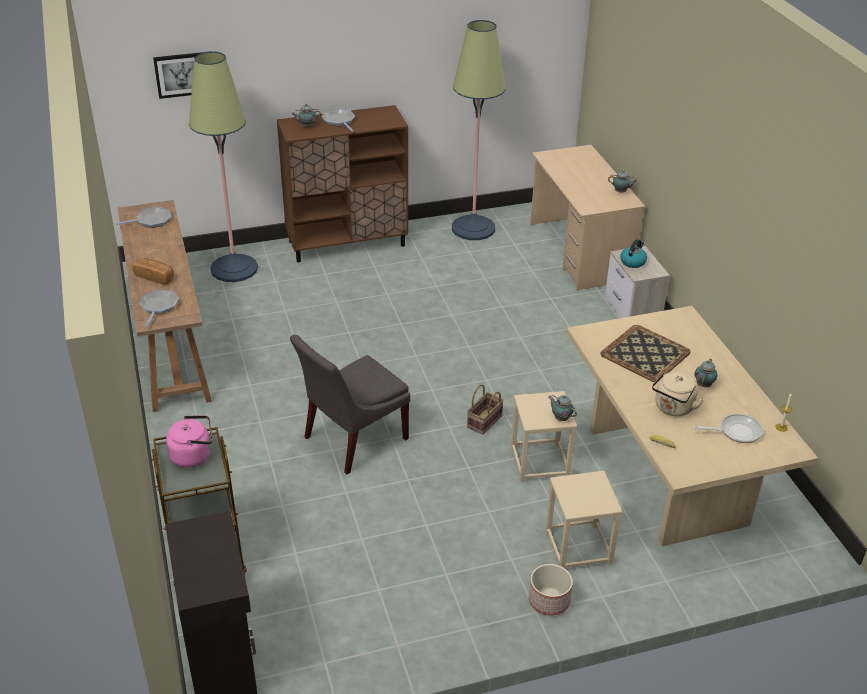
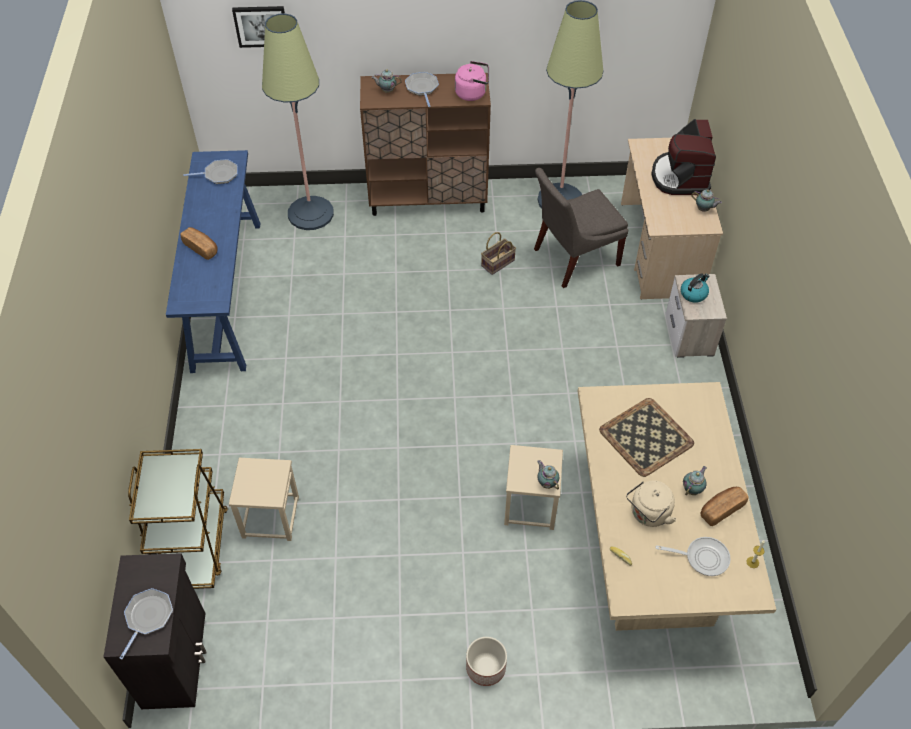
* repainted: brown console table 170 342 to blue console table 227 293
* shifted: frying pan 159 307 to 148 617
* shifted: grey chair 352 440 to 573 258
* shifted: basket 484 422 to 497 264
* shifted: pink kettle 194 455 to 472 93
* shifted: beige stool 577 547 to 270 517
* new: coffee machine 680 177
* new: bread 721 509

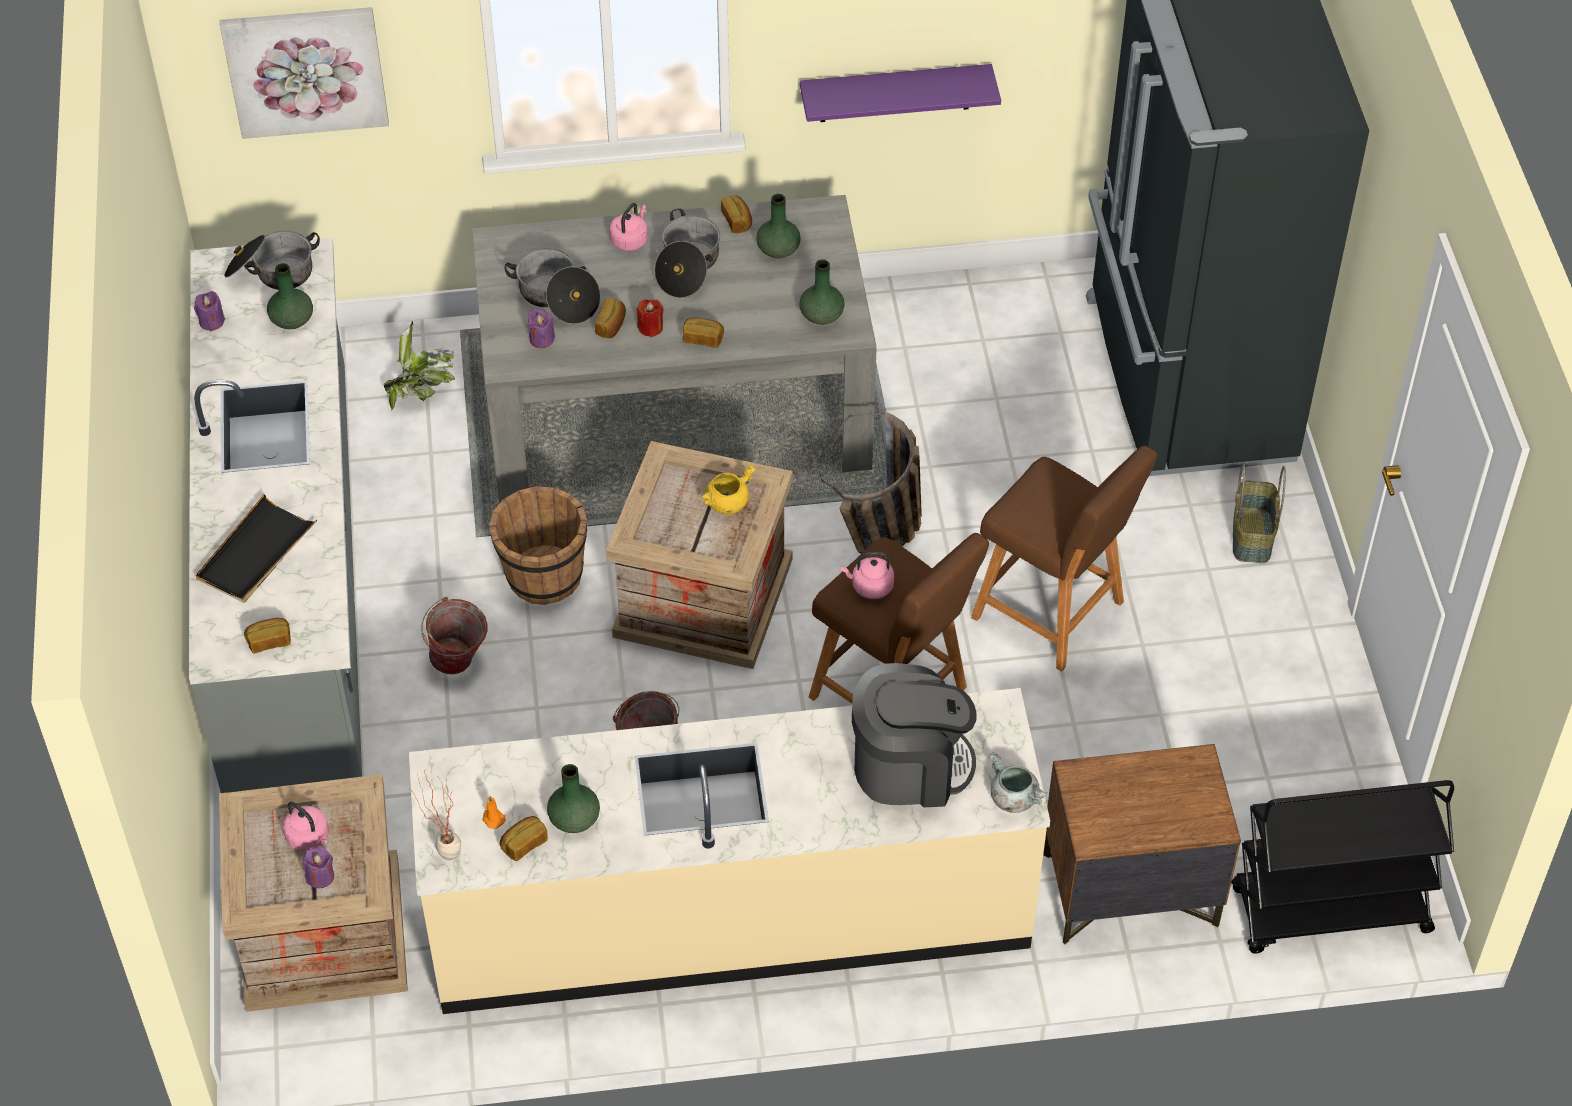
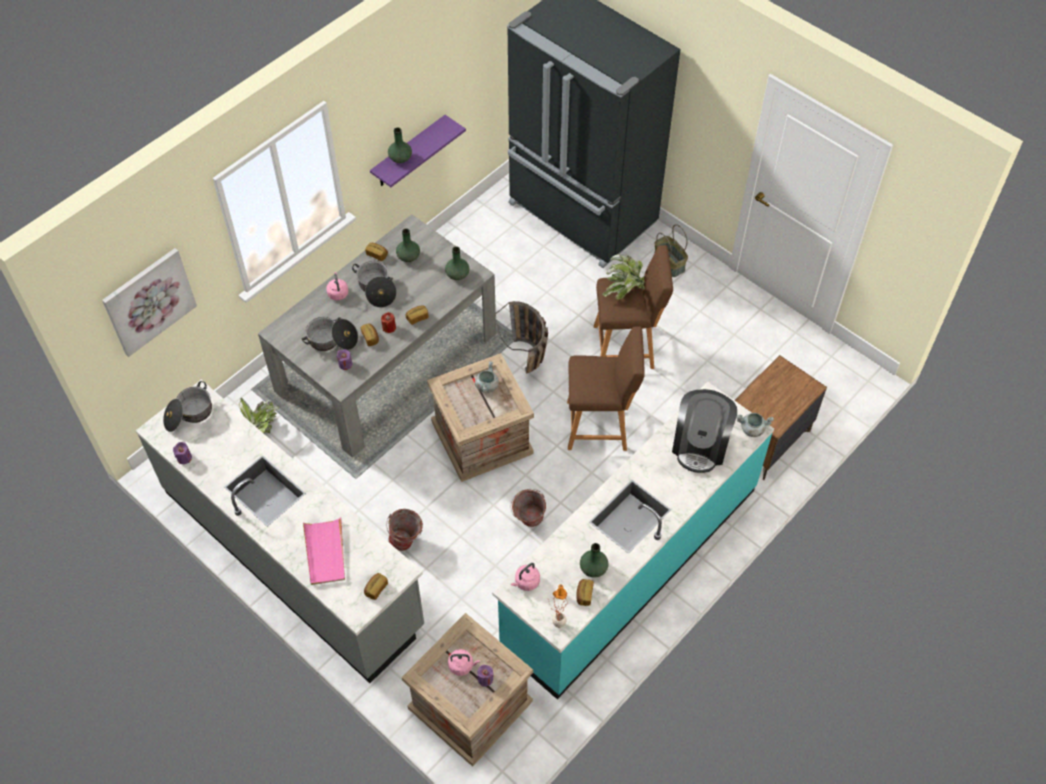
* shifted: green vase 292 320 to 400 158
* repainted: yellow cooking pot 727 503 to grey cooking pot 486 386
* gone: brown bucket 543 577
* repainted: black tray 256 553 to pink tray 325 552
* shifted: pink kettle 870 587 to 526 582
* rotated: coffee machine 909 766 = 700 445 150 degrees clockwise
* repainted: beige counter 730 916 to turquoise counter 630 566
* gone: black cart 1329 912
* new: potted plant 624 290

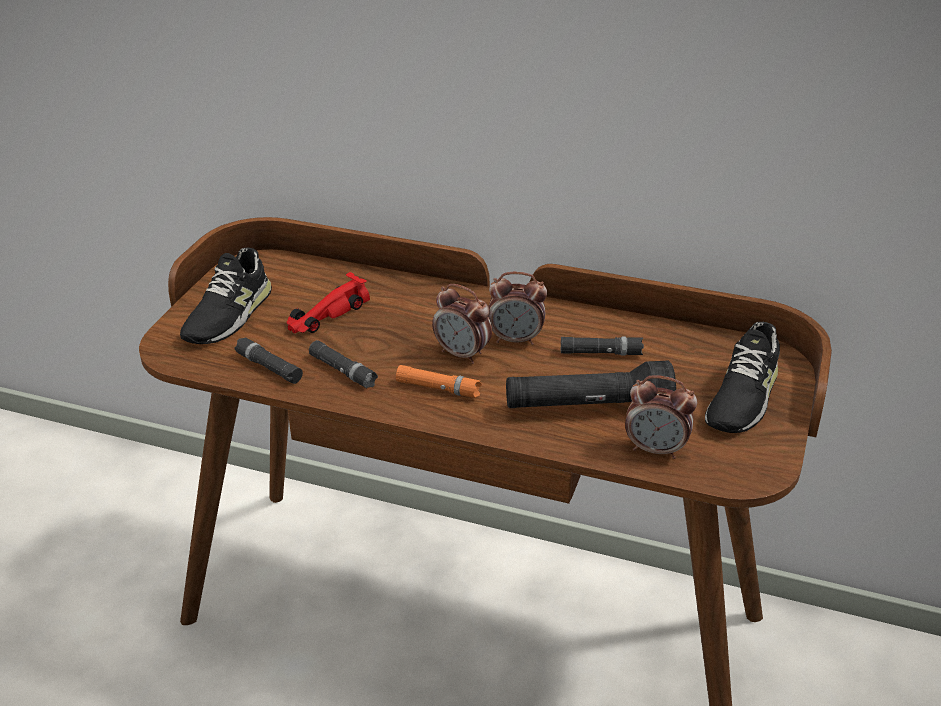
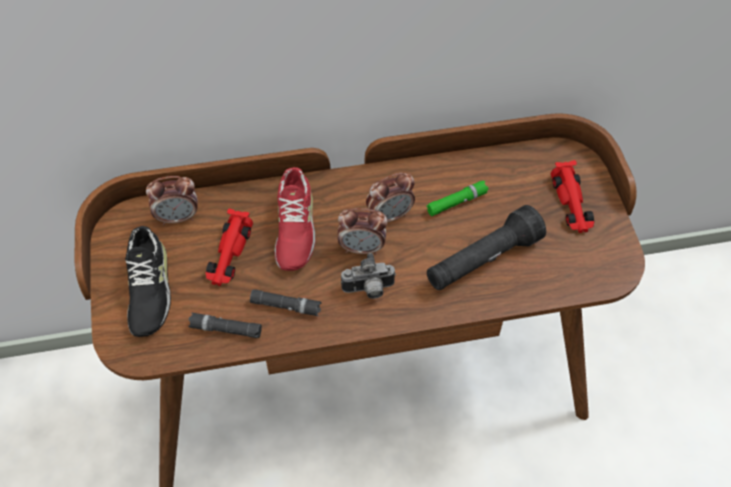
* swapped: black shoe 741 397 to red toy car 571 203
* repainted: black flashlight 601 352 to green flashlight 456 202
* swapped: orange flashlight 438 388 to photo camera 369 290
* shifted: alarm clock 656 449 to 178 217
* new: red shoe 294 228

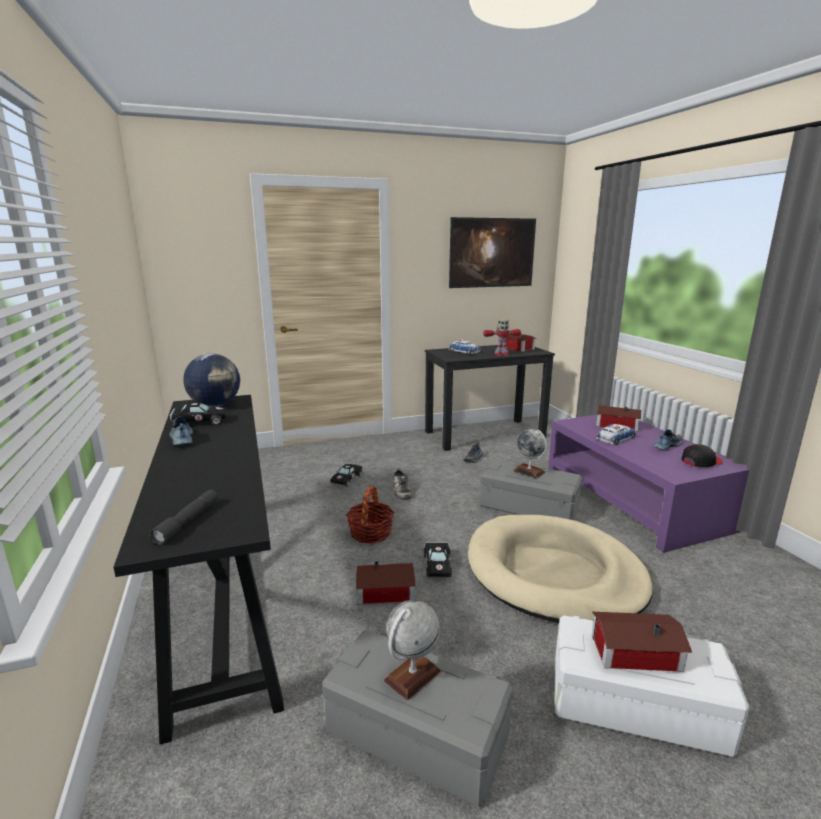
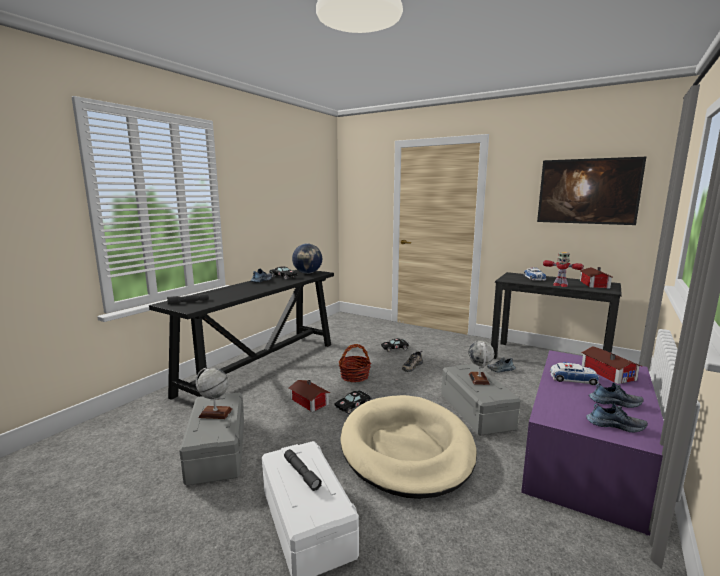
* swapped: black cap 701 462 to shoe 614 425
* swapped: toy house 632 651 to grey flashlight 301 473

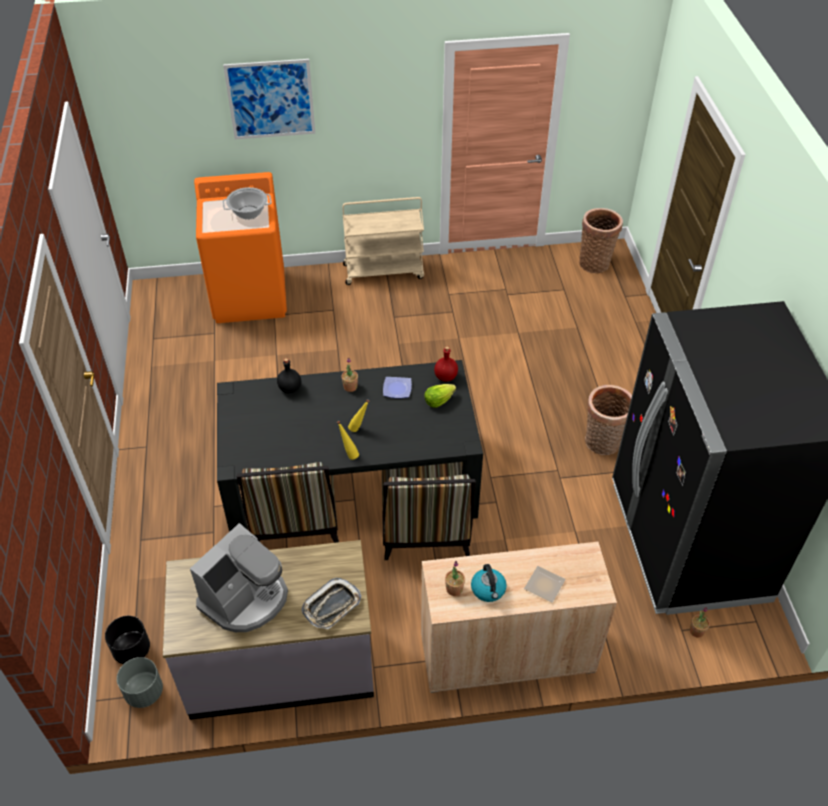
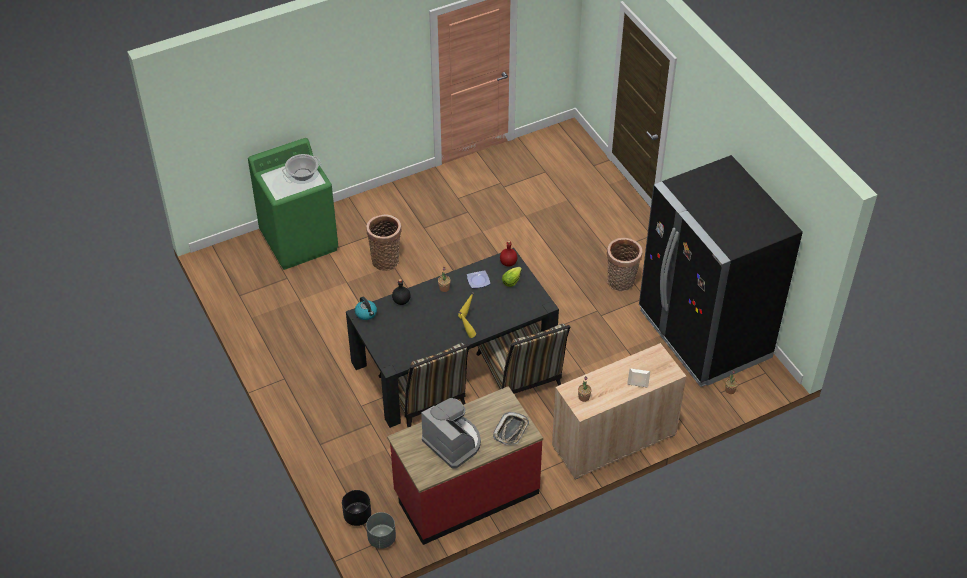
* gone: picture 270 99
* repainted: orange washing machine 250 296 to green washing machine 299 240
* gone: beige cart 384 271
* shifted: basket 595 262 to 386 259
* rotated: coffee machine 245 598 = 453 442 60 degrees counterclockwise
* repainted: grey counter 280 664 to red counter 466 493
* shifted: kettle 488 590 to 366 313

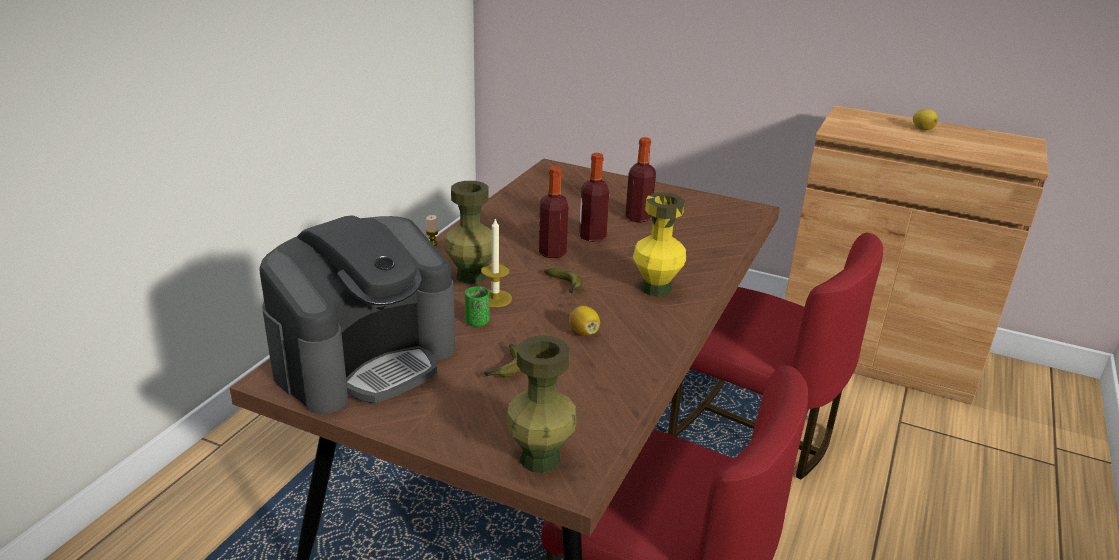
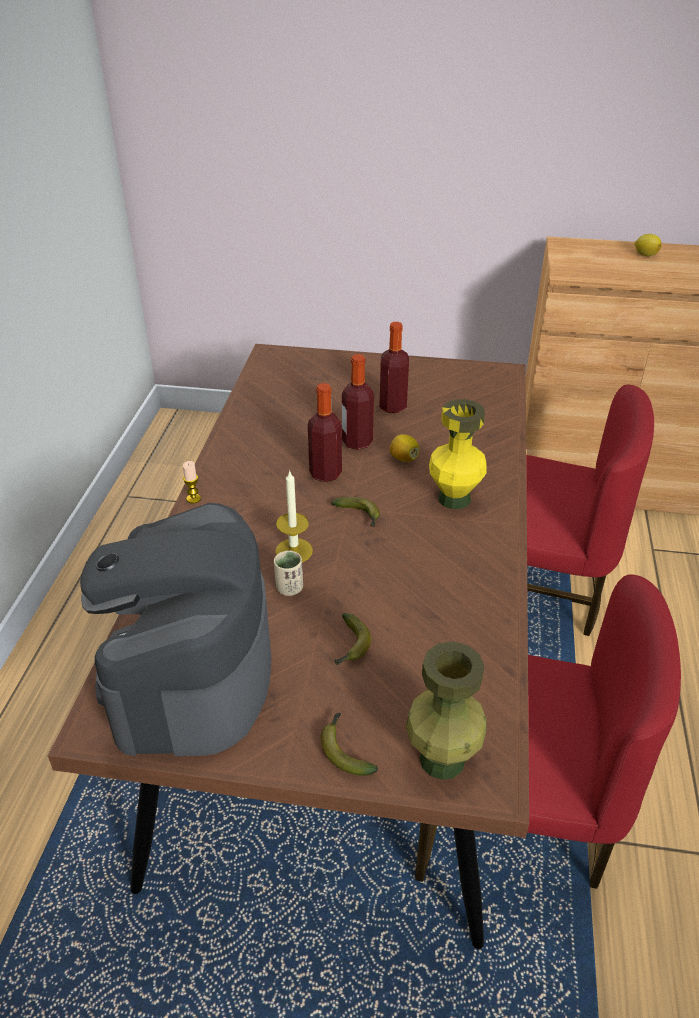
* gone: green vase 471 276
* rotated: coffee machine 365 359 = 190 672 150 degrees clockwise
* repainted: green cup 477 322 to beige cup 289 588
* shifted: lemon 584 332 to 403 458
* new: banana 344 749

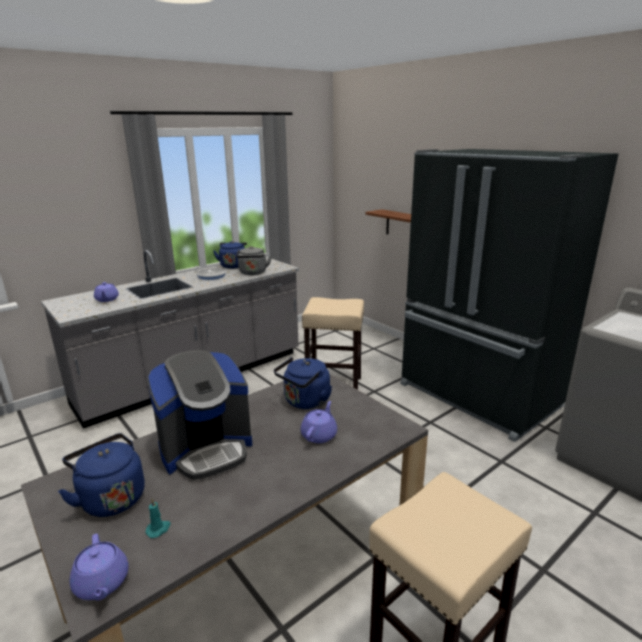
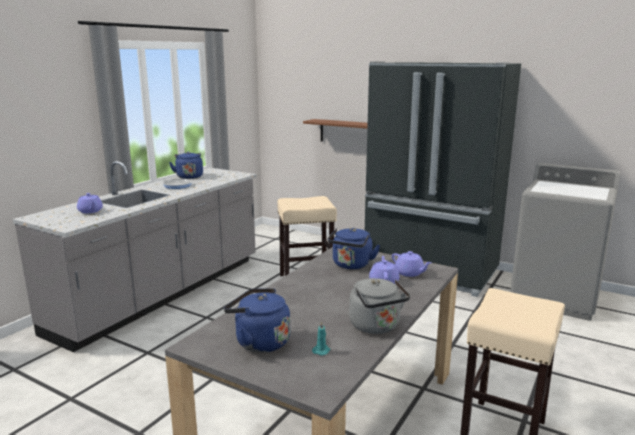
* shifted: grey kettle 253 273 to 376 326
* gone: coffee machine 206 449
* shifted: purple teapot 102 583 to 410 273

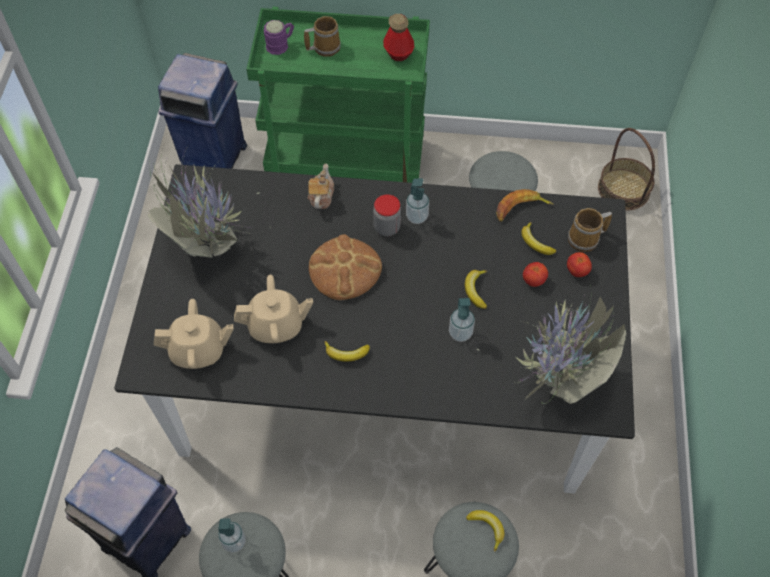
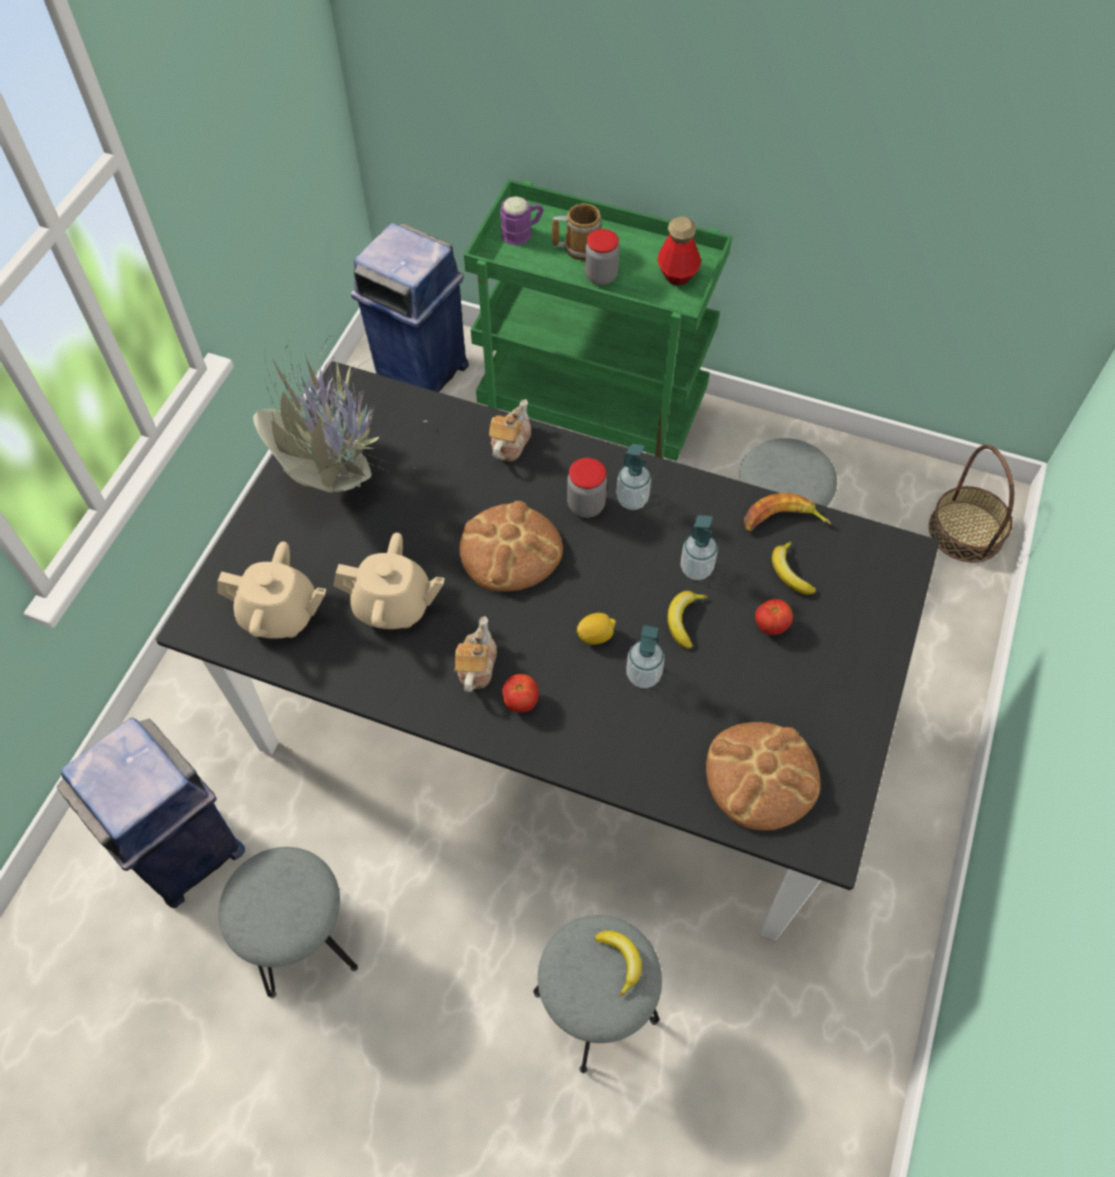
* gone: mug 585 239
* shifted: tomato 577 271 to 520 701
* swapped: potted plant 556 380 to bread 761 775
* swapped: banana 346 354 to teapot 475 666
* shifted: soap dispenser 234 542 to 696 569
* new: jar 601 276
* new: lemon 596 636

